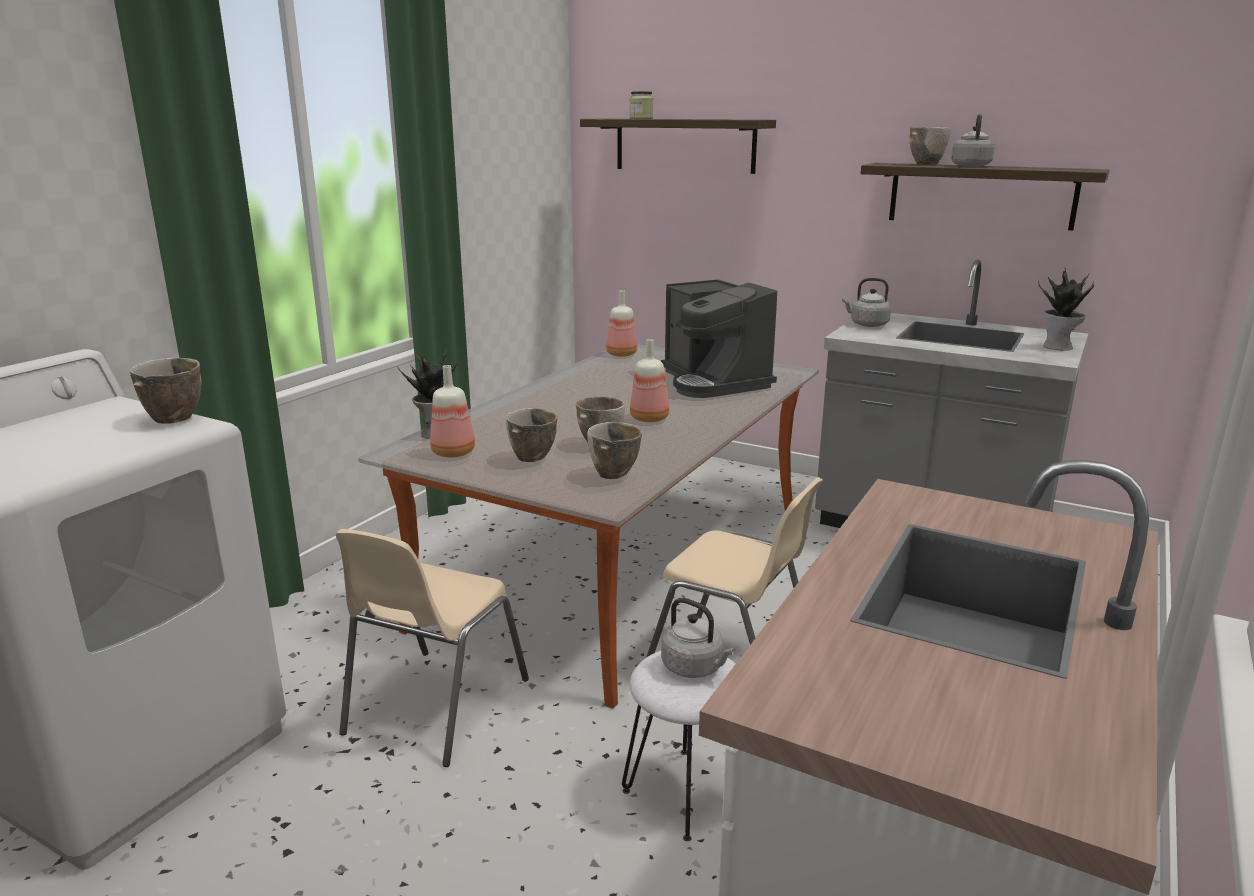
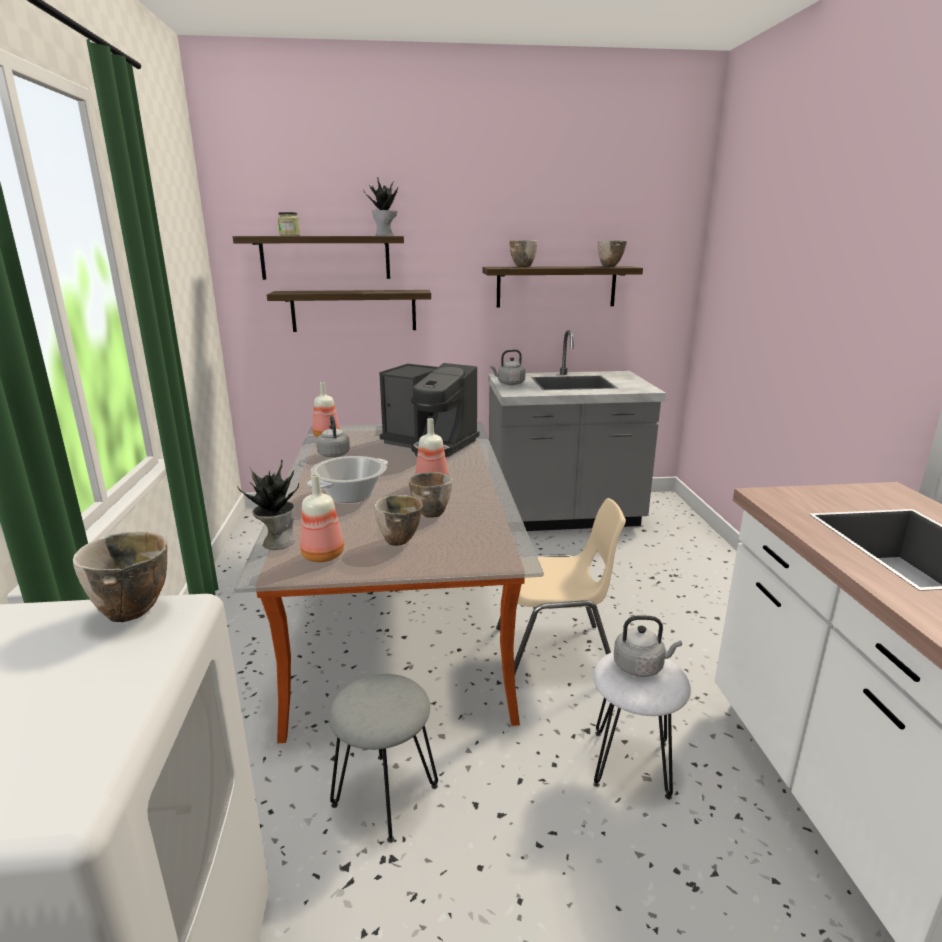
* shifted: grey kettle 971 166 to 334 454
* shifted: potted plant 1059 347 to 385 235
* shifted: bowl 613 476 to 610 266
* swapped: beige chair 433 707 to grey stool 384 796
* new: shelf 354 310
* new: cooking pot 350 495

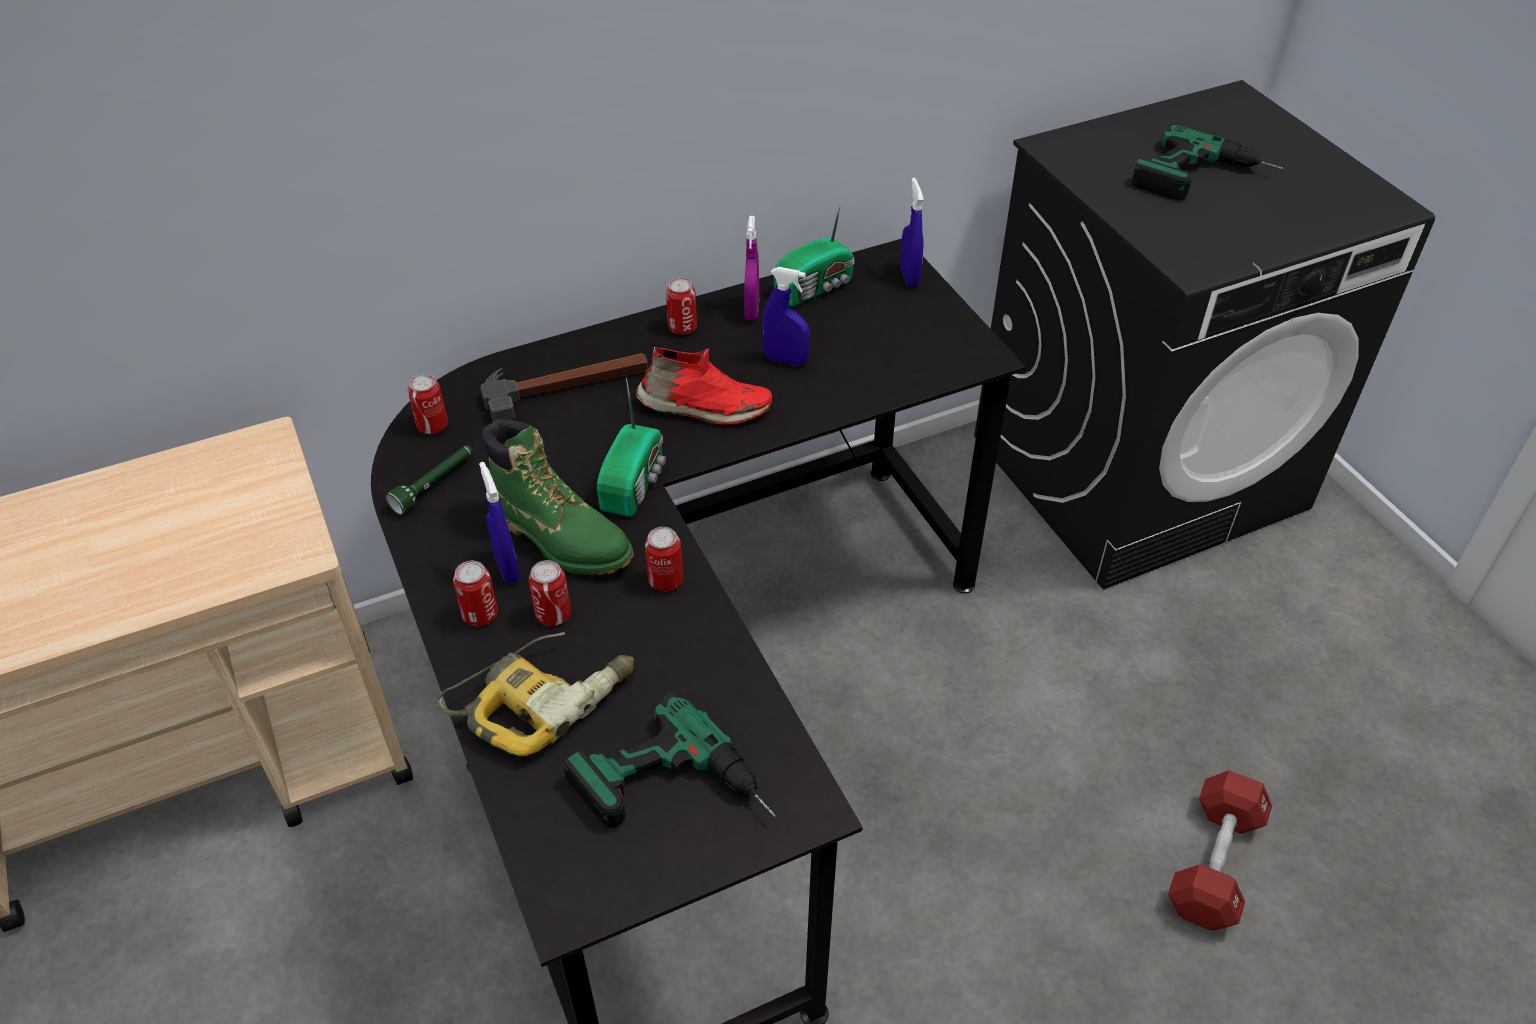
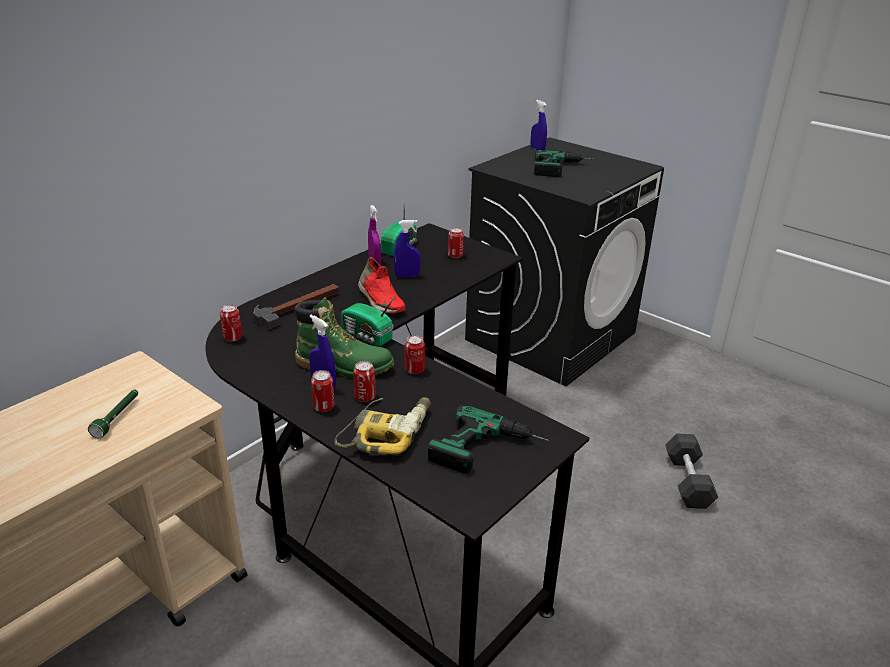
* shifted: blue spray bottle 909 276 to 537 149
* shifted: can 682 327 to 455 255
* rotated: red shoe 704 408 = 380 301 75 degrees clockwise
* rotated: radio 635 482 = 367 336 135 degrees clockwise
* shifted: green flashlight 434 485 to 118 418
* repainted: red dumbbell 1214 863 to black dumbbell 687 481

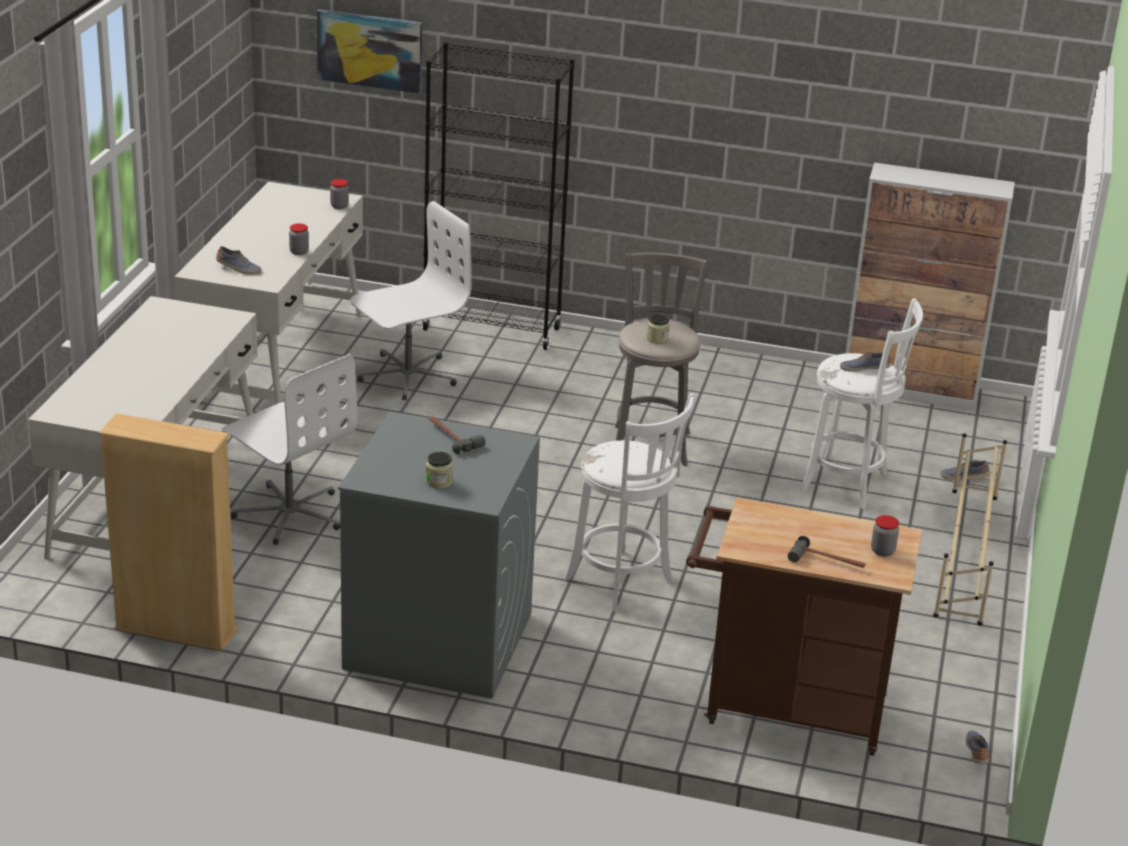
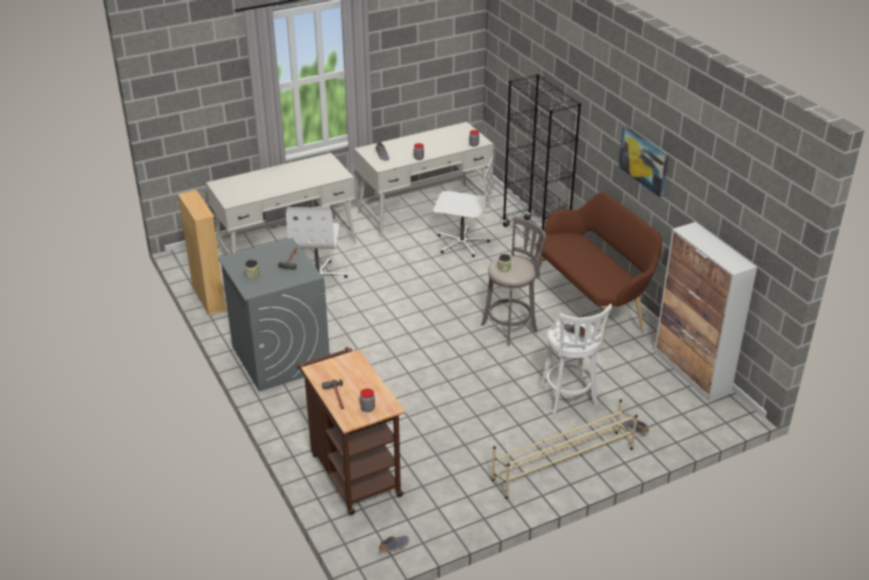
* shifted: picture 370 50 to 644 160
* gone: white stool 622 583
* new: brown bench 591 307

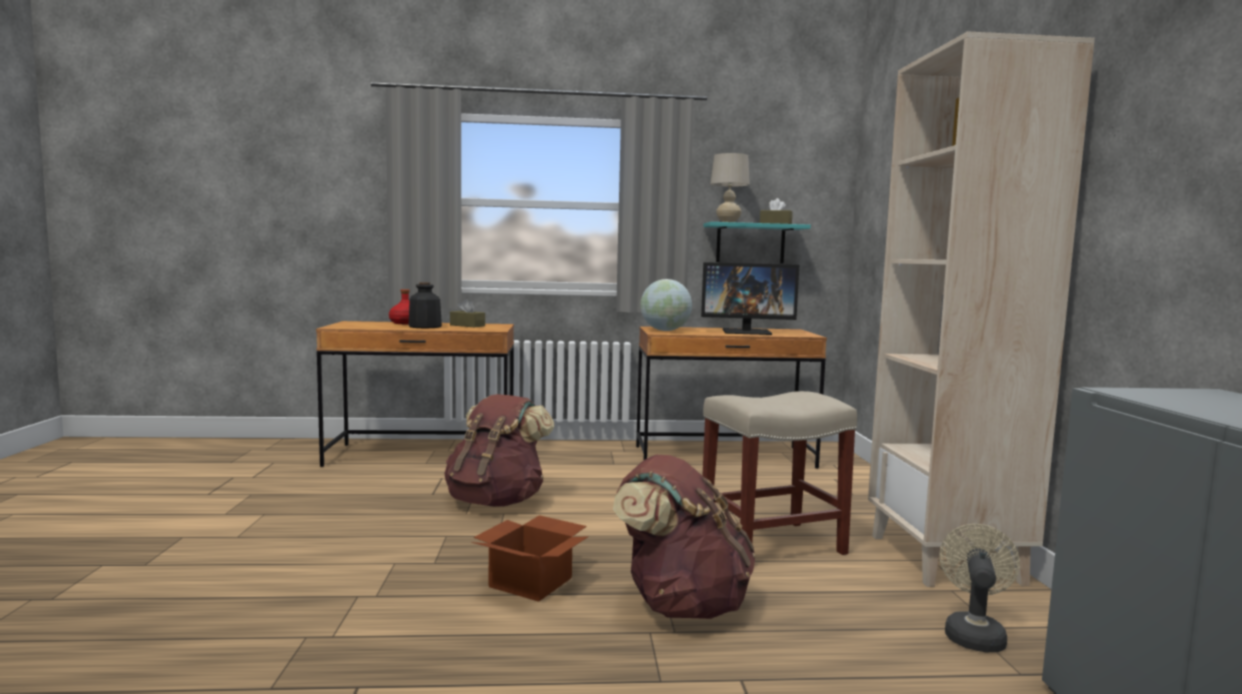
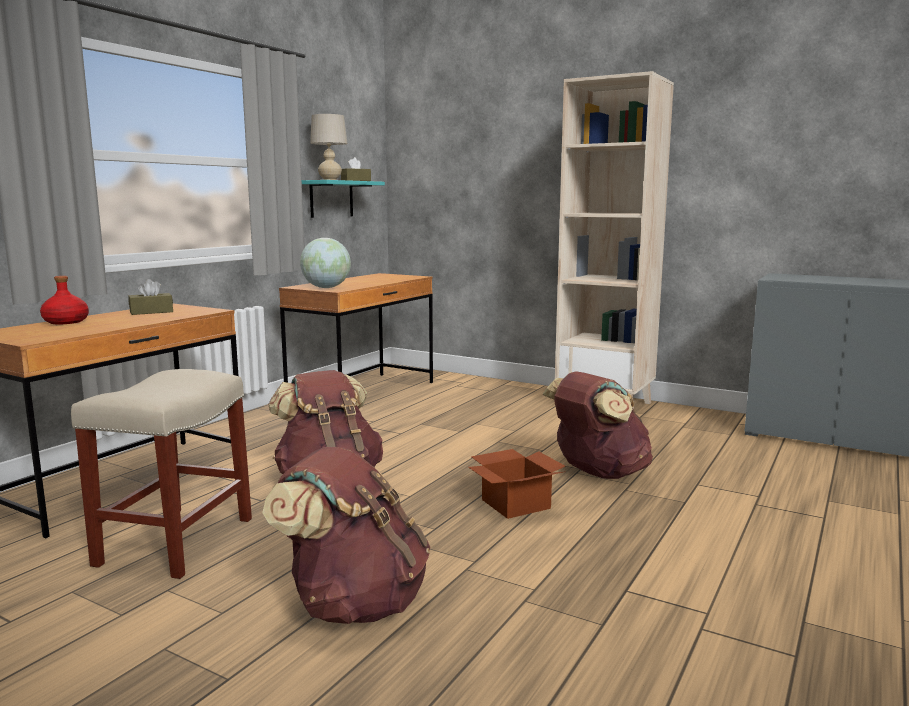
* gone: monitor 747 332
* gone: bottle 424 326
* shifted: beige stool 770 545 to 175 542
* gone: beige fan 973 633
* new: brown backpack 353 604

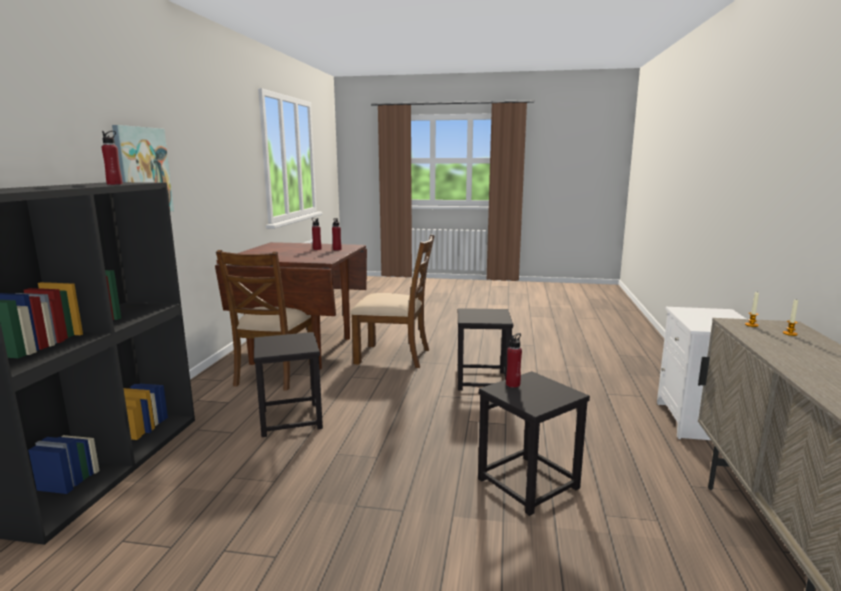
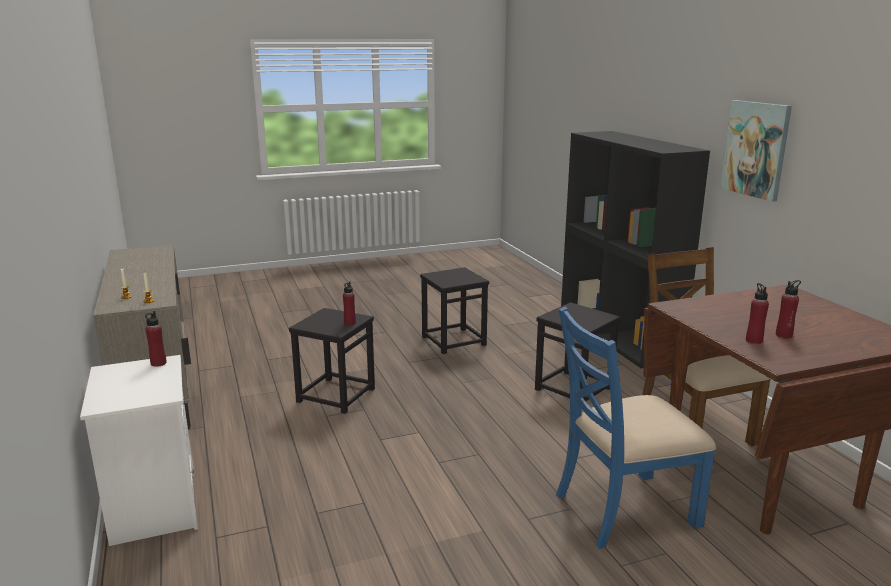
* shifted: red bottle 115 184 to 158 363
* repainted: brown chair 394 356 to blue chair 624 509
* shifted: black stool 482 381 to 453 340

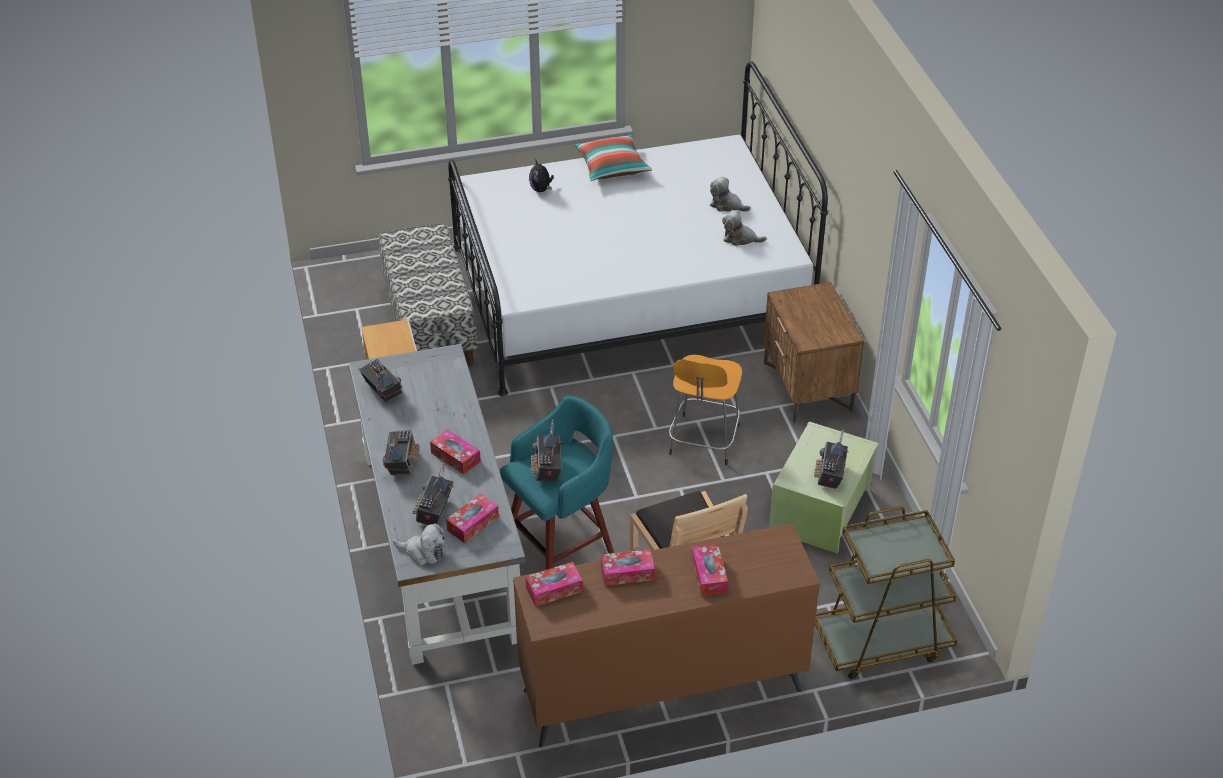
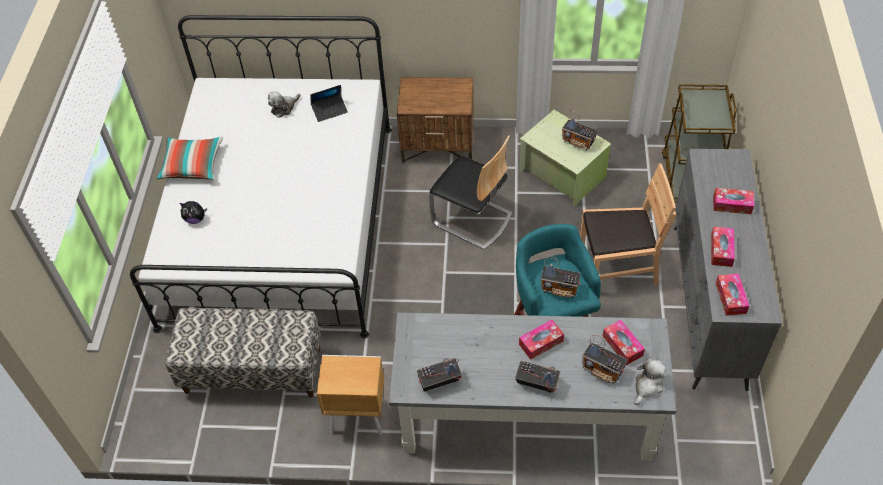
* swapped: plush toy 740 238 to laptop 329 110
* swapped: orange stool 703 442 to chair 472 219
* repainted: brown dresser 661 690 to grey dresser 708 305

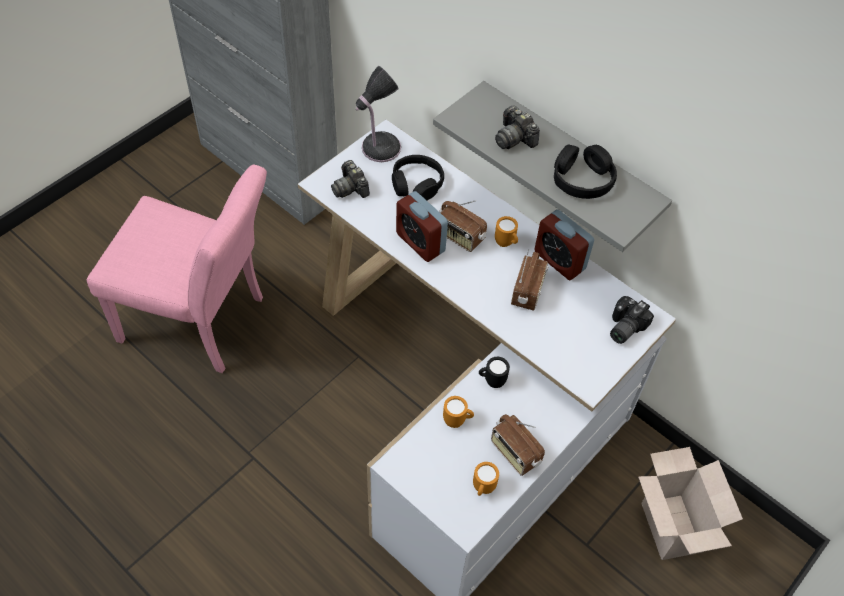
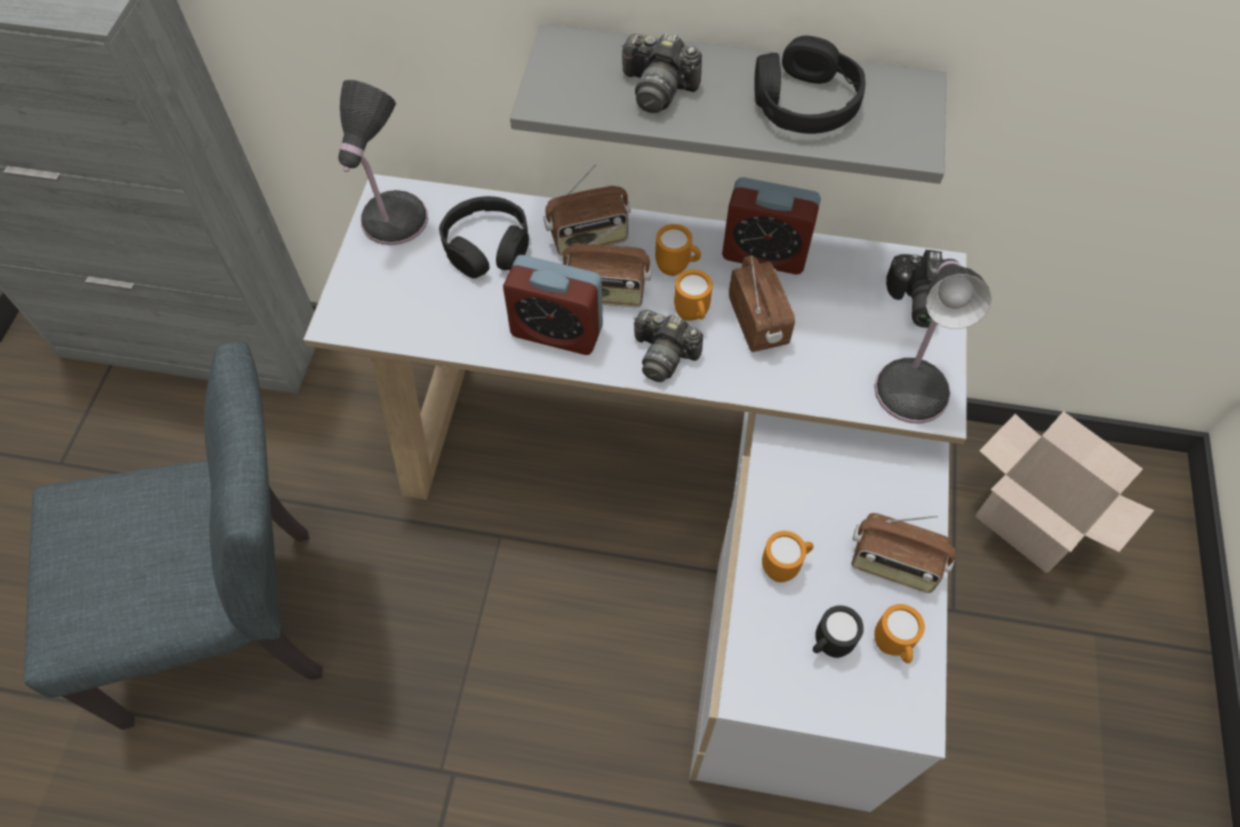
* shifted: photo camera 350 188 to 664 355
* repainted: pink chair 202 322 to grey chair 241 619
* shifted: black mug 491 381 to 827 645
* new: radio 589 238
* new: table lamp 912 386
* new: orange mug 692 316

